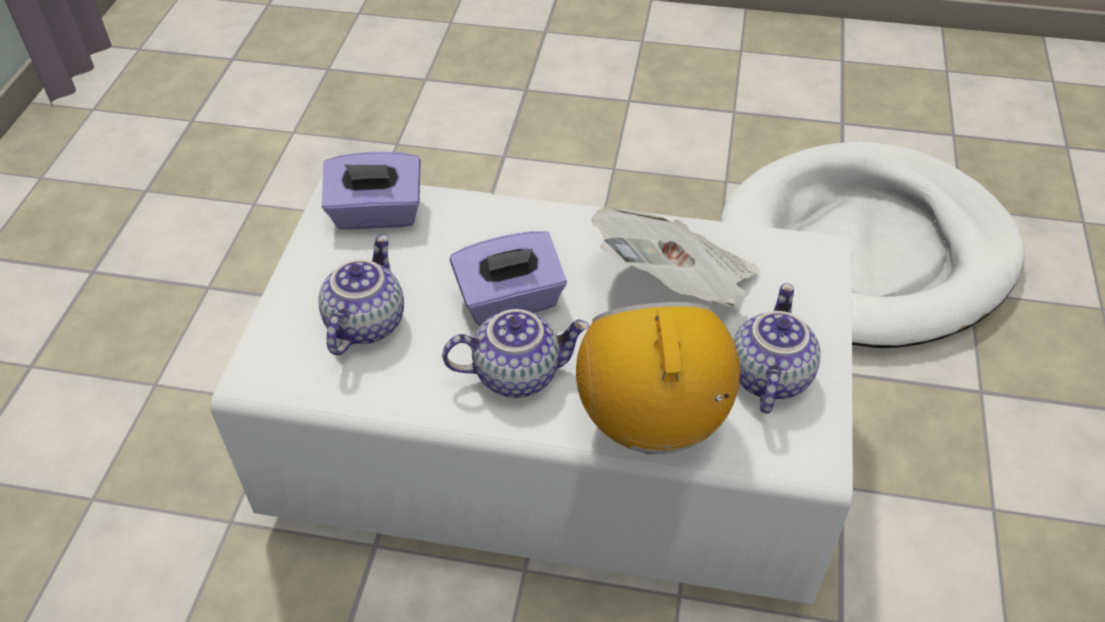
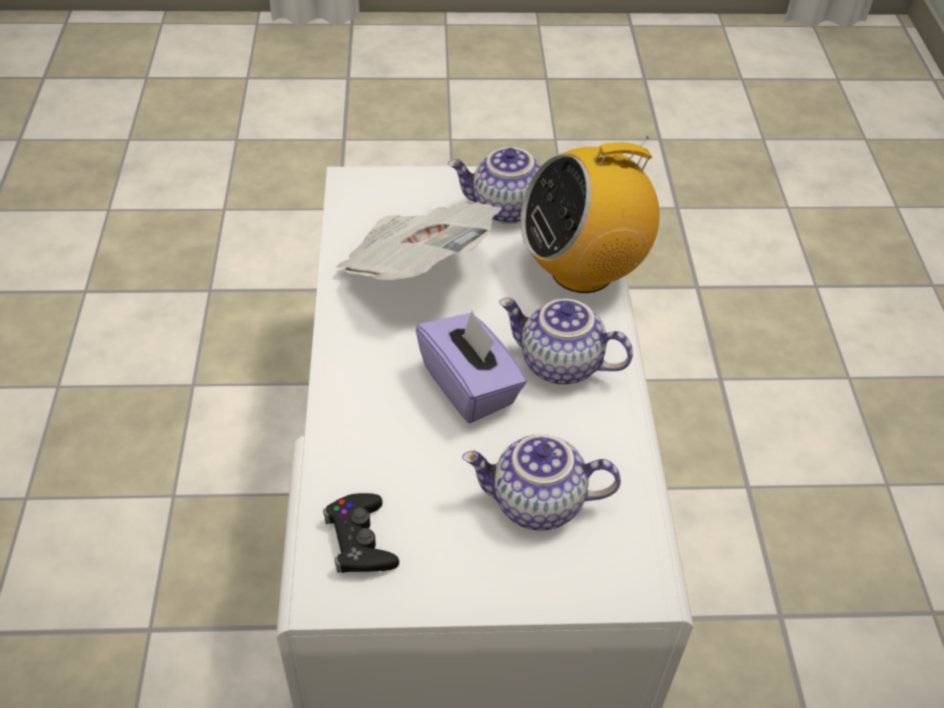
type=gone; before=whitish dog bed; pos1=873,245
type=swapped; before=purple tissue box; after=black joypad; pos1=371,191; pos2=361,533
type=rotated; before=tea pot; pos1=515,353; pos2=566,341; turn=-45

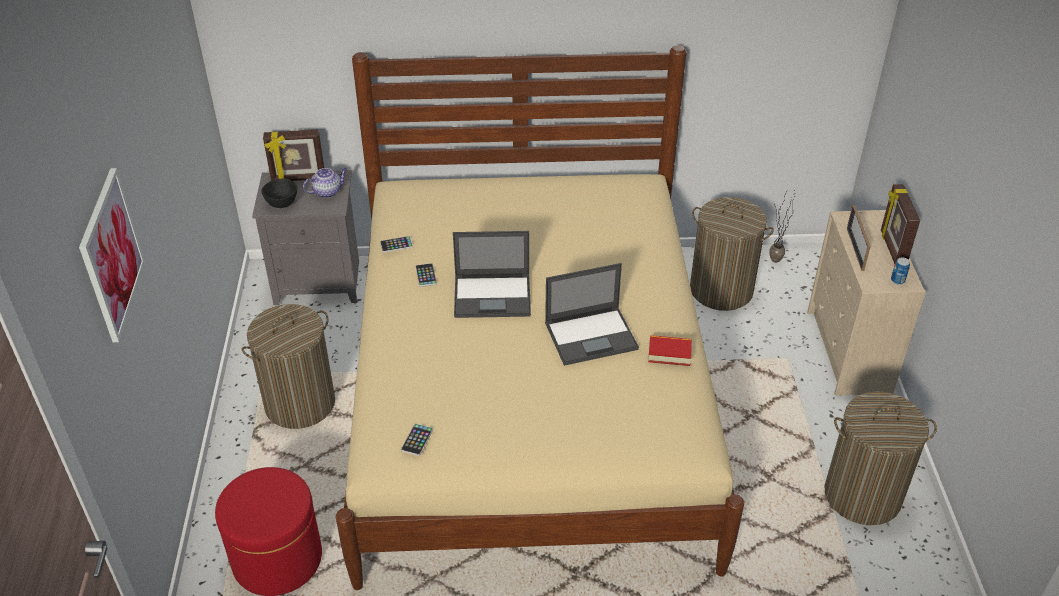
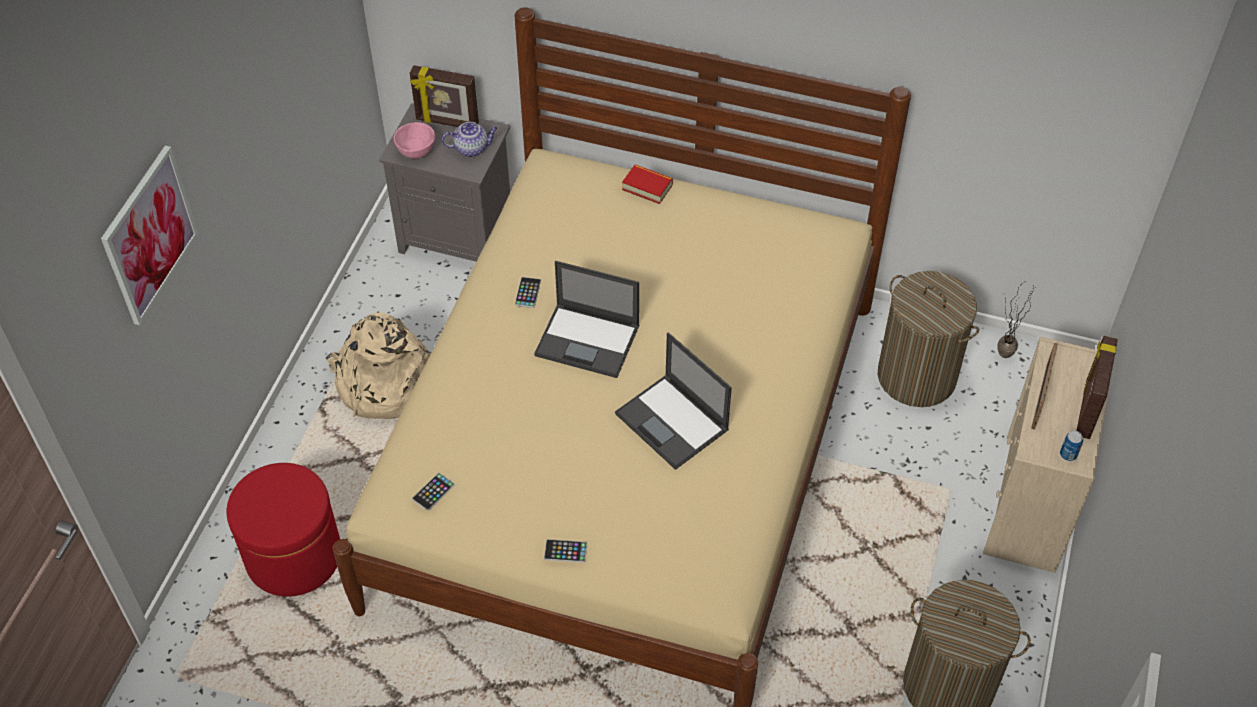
type=repainted; before=black deep dish; after=pinkish deep dish; pos1=279,193; pos2=414,140
type=shifted; before=handset; pos1=396,244; pos2=565,551
type=rotated; before=laptop; pos1=592,314; pos2=673,401; turn=45
type=swapped; before=laundry basket; after=sand-coloured rucksack; pos1=288,366; pos2=378,366
type=shifted; before=volume; pos1=670,350; pos2=647,184

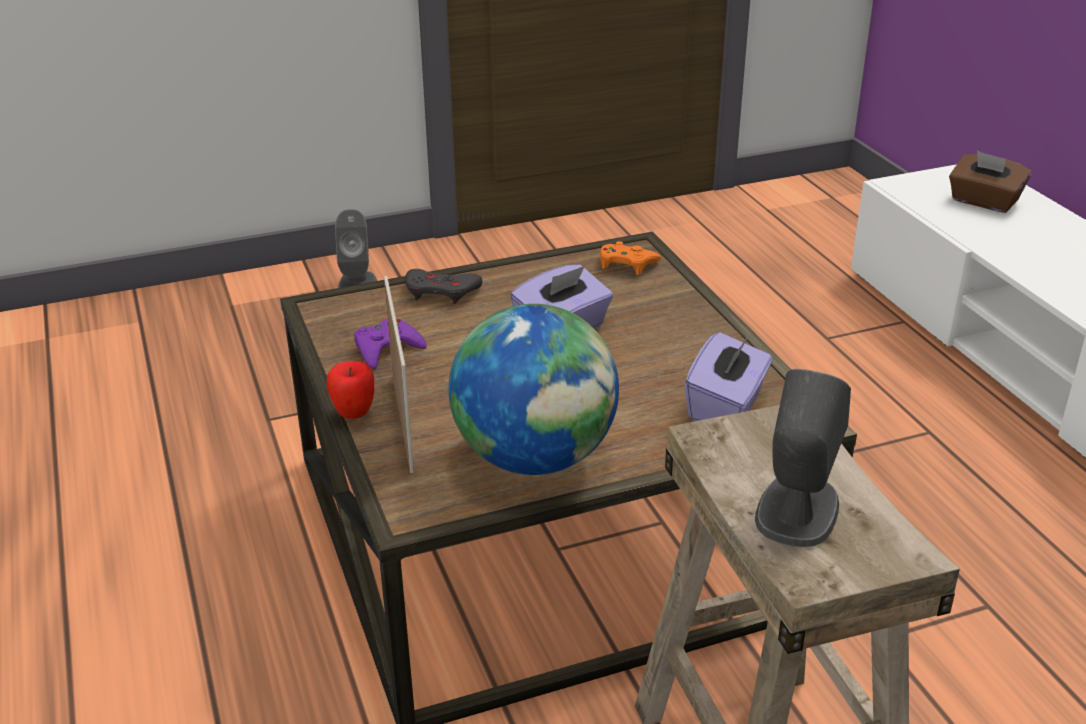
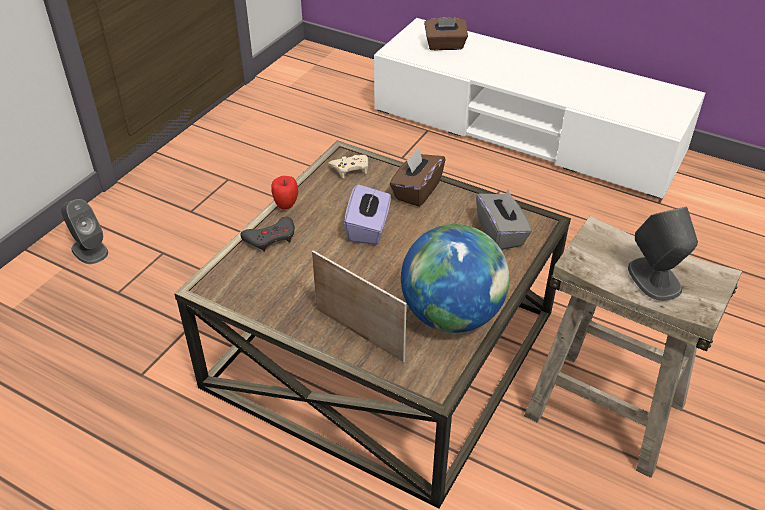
type=repainted; before=orange-coloured joypad; after=sand-coloured joypad; pos1=630,258; pos2=348,166
type=gone; before=purple joypad; pos1=390,343
type=repainted; before=purple tissue box; after=greyish tissue box; pos1=728,376; pos2=504,219
type=shifted; before=apple fruit; pos1=350,390; pos2=284,193
type=new; after=brownish tissue box; pos2=418,177

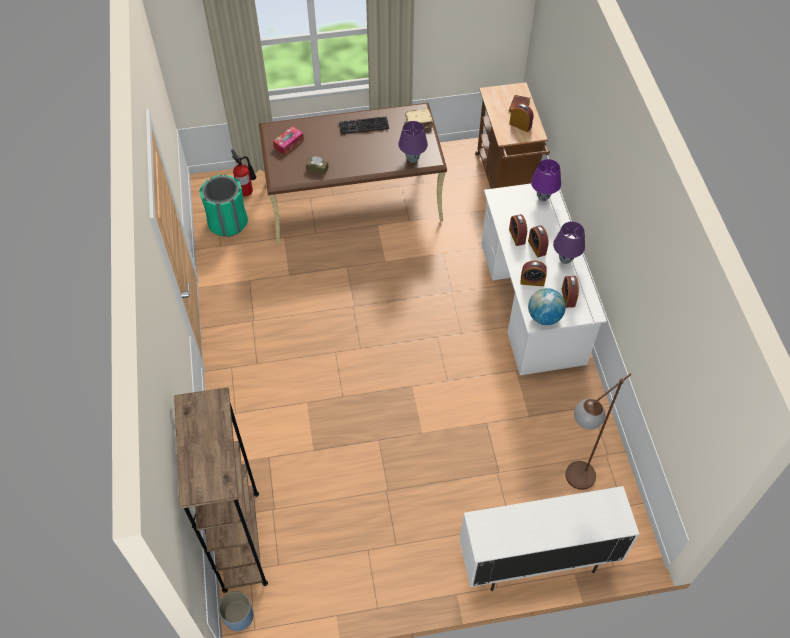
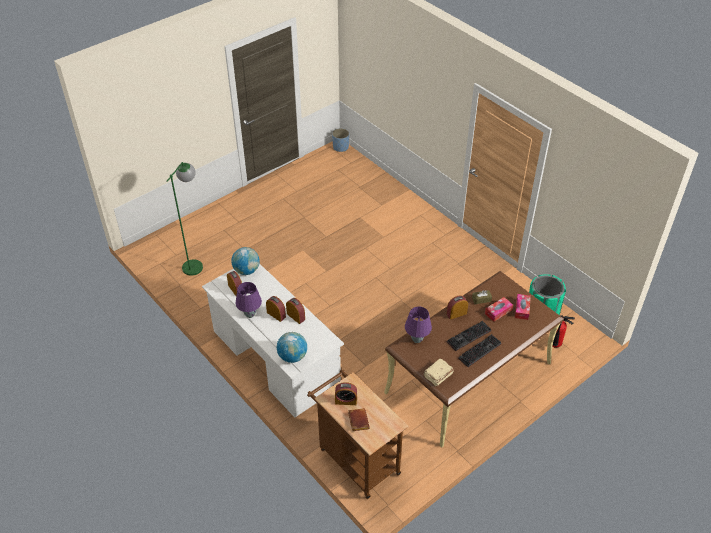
type=swapped; before=purple tabletop lamp; after=globe; pos1=546,180; pos2=292,347
type=shifted; before=table clock; pos1=534,273; pos2=457,307
type=repainted; before=brownish standard lamp; after=green standard lamp; pos1=598,432; pos2=184,219
type=gone; before=brownish bookshelf; pos1=221,490
type=gone; before=whitish cabinet; pos1=549,538
type=new; after=tissue box; pos2=499,309
type=new; after=PC keyboard; pos2=469,336

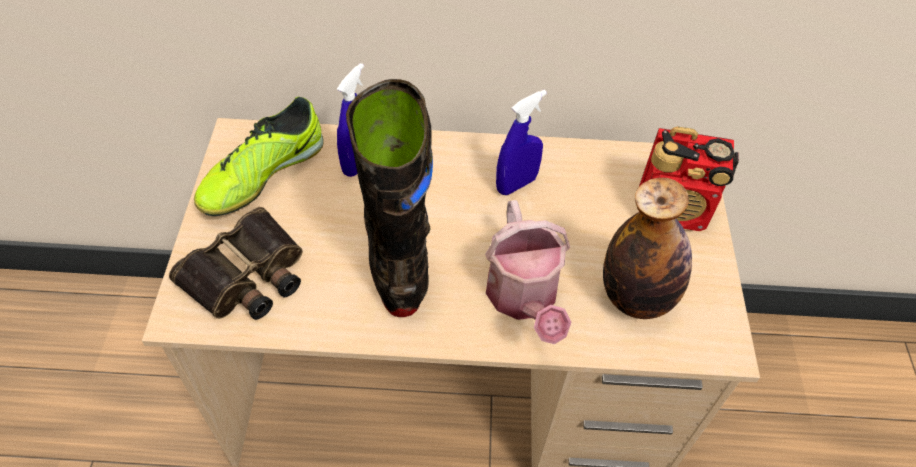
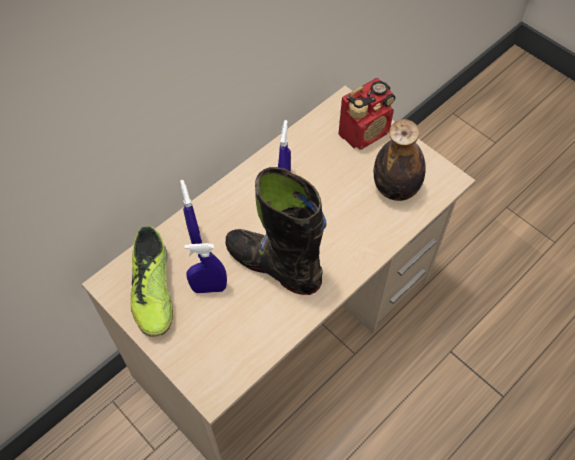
type=gone; before=watering pot; pos1=528,272
type=gone; before=pair of binoculars; pos1=236,263
type=new; after=blue spray bottle; pos2=206,268

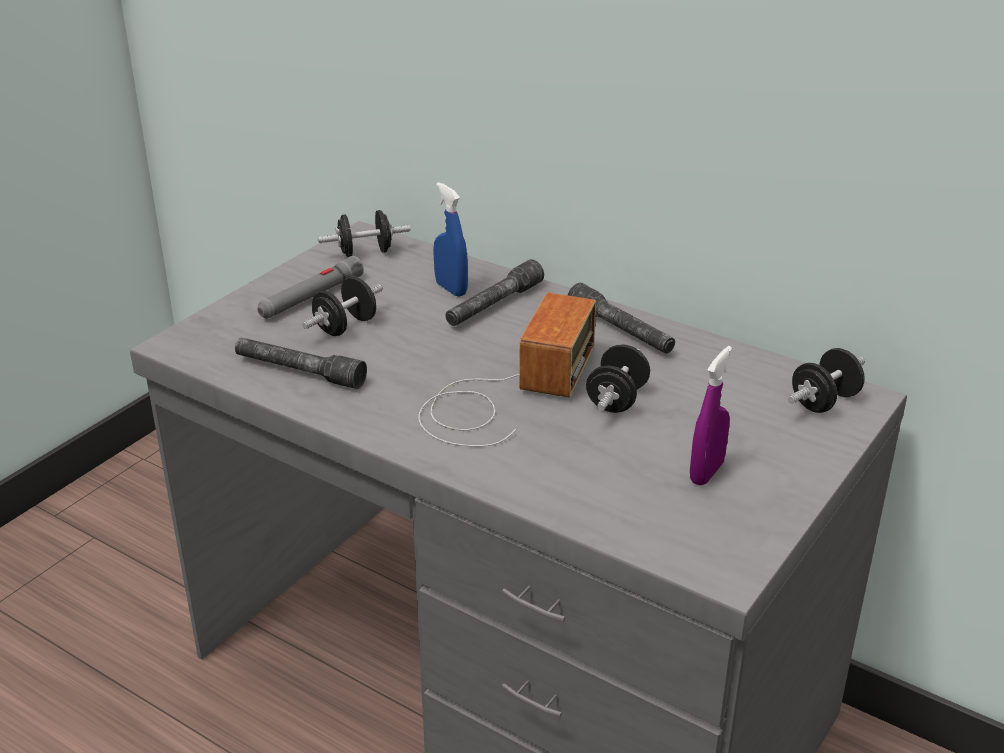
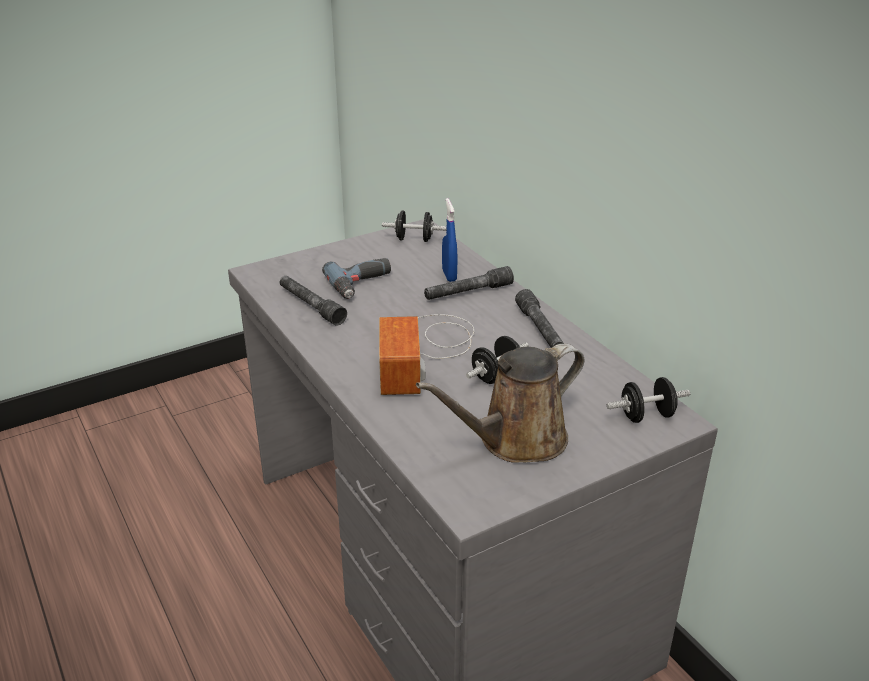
type=gone; before=greyish torch; pos1=310,287
type=swapped; before=black dumbbell; after=electric drill; pos1=342,306; pos2=356,278
type=rotated; before=radio set; pos1=507,370; pos2=426,354; turn=135
type=swapped; before=purple spray bottle; after=brownish watering pot; pos1=711,415; pos2=500,403

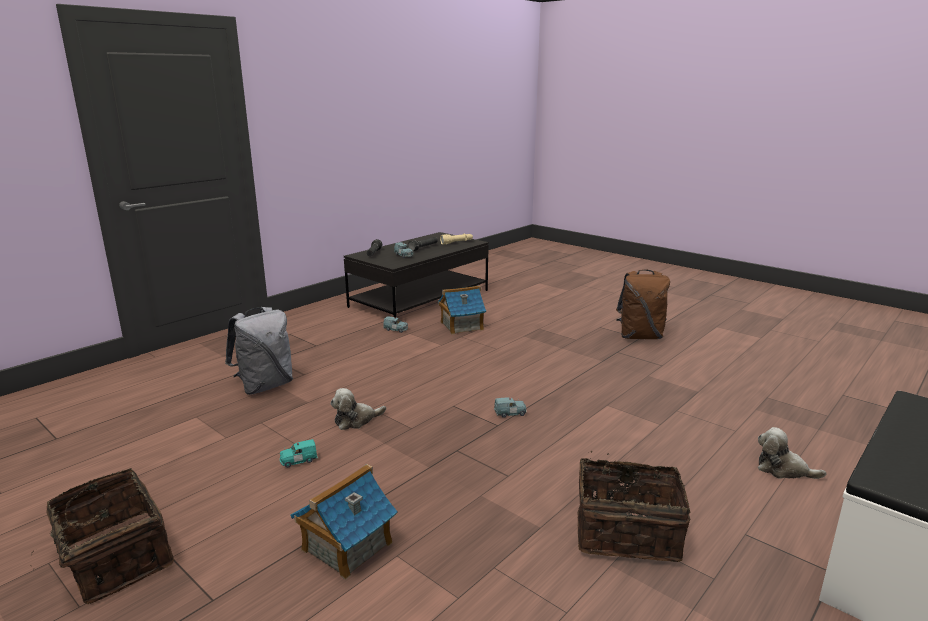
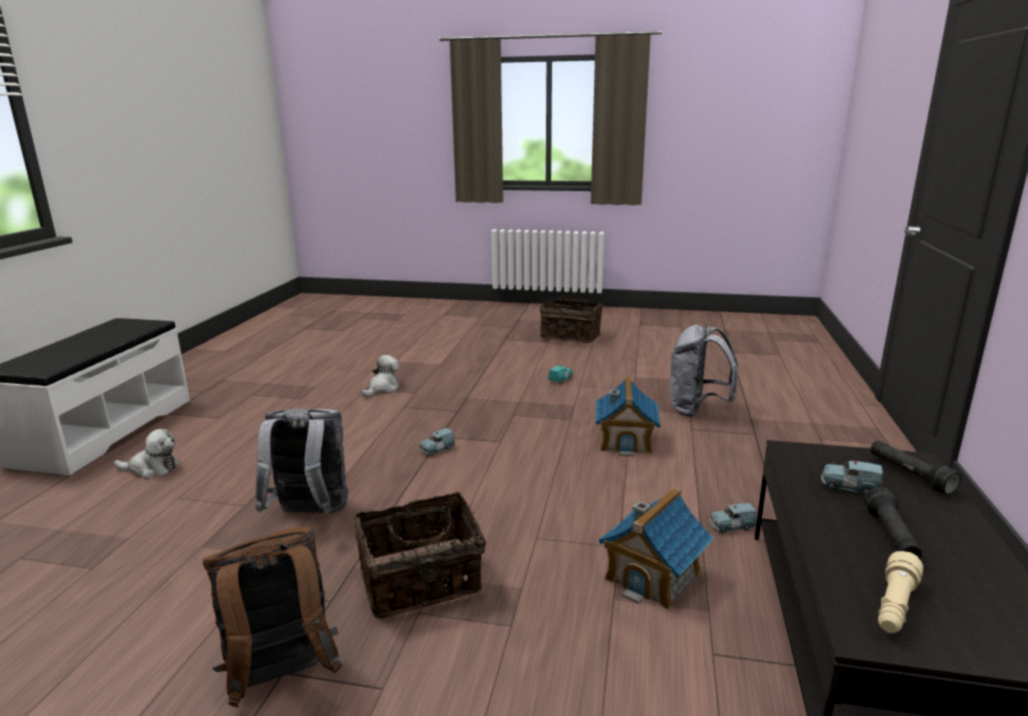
type=shifted; before=soft toy; pos1=358,409; pos2=380,376
type=shifted; before=household basket; pos1=633,506; pos2=420,555
type=shifted; before=toy house; pos1=344,522; pos2=628,416
type=new; after=greyish rucksack; pos2=301,461

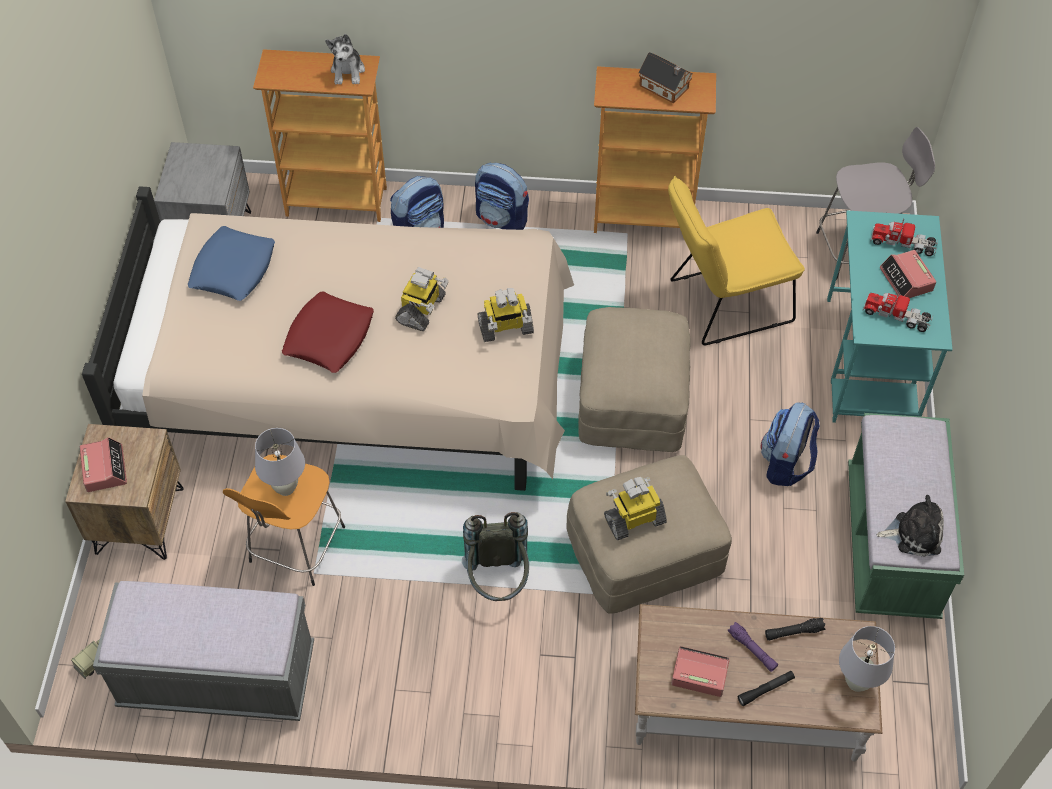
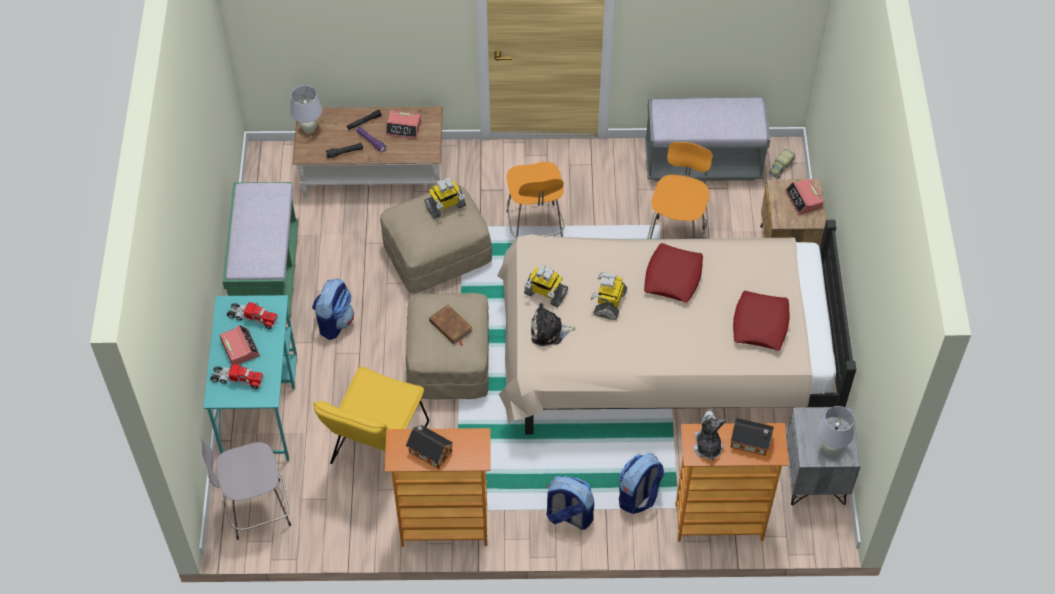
type=rotated; before=yellowish plain chair; pos1=736,260; pos2=371,415; turn=135
type=repainted; before=blue cushion; after=reddish cushion; pos1=231,263; pos2=761,321
type=rotated; before=model robot; pos1=505,315; pos2=546,286; turn=-135
type=shifted; before=whitish tabletop lamp; pos1=280,462; pos2=835,430
type=shifted; before=soft toy; pos1=910,526; pos2=553,324
type=swapped; before=greyish rucksack; after=orange-coloured sitting stool; pos1=495,556; pos2=535,200
type=new; after=brownish volume; pos2=450,325
type=new; after=toy house; pos2=752,437

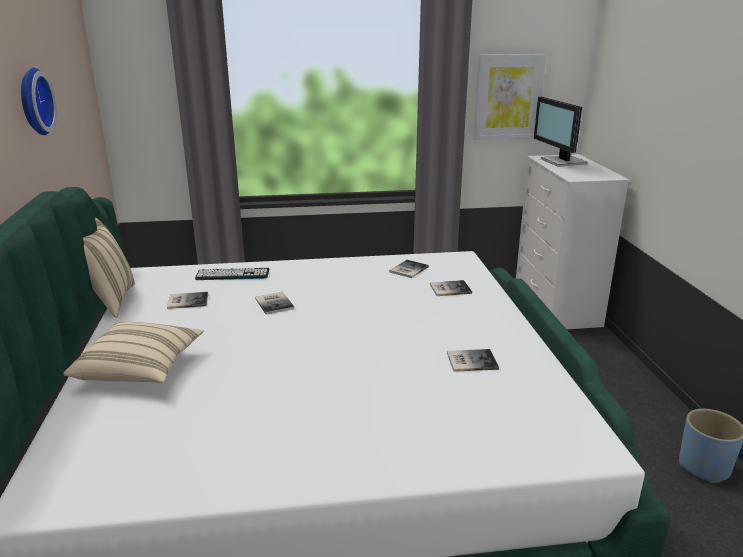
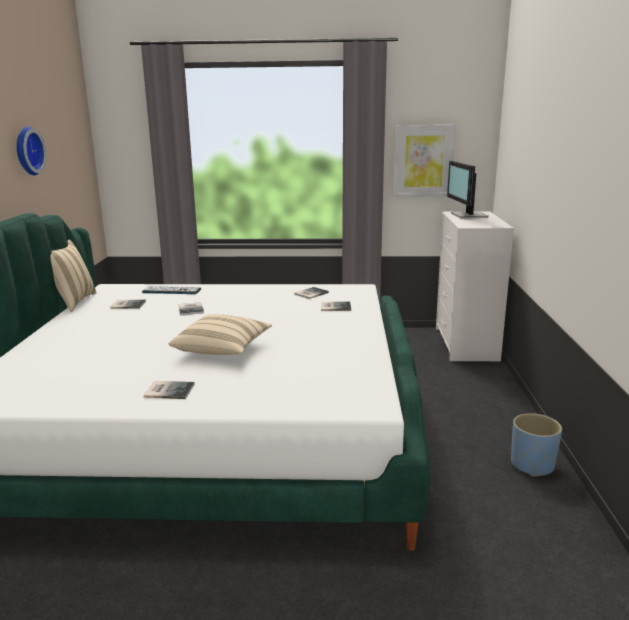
type=shifted; before=sand-coloured cushion; pos1=133,352; pos2=220,334
type=shifted; before=volume; pos1=473,360; pos2=169,390

